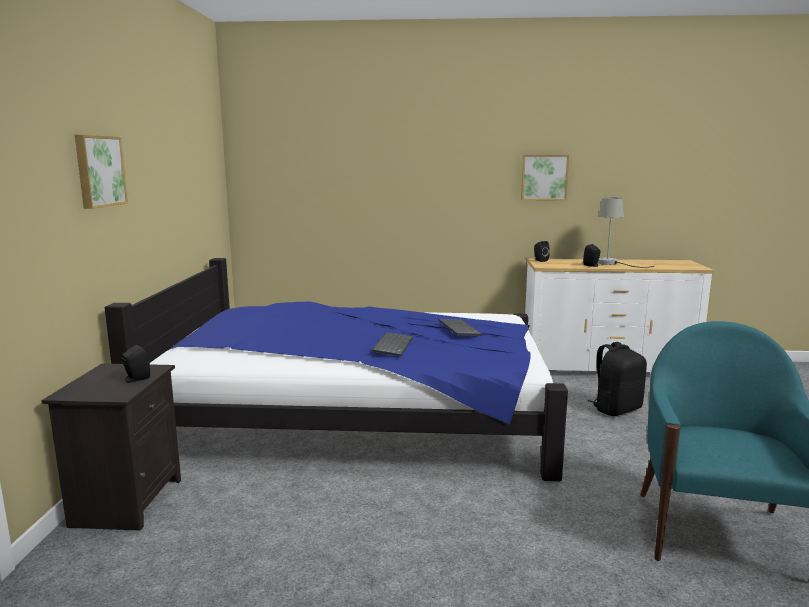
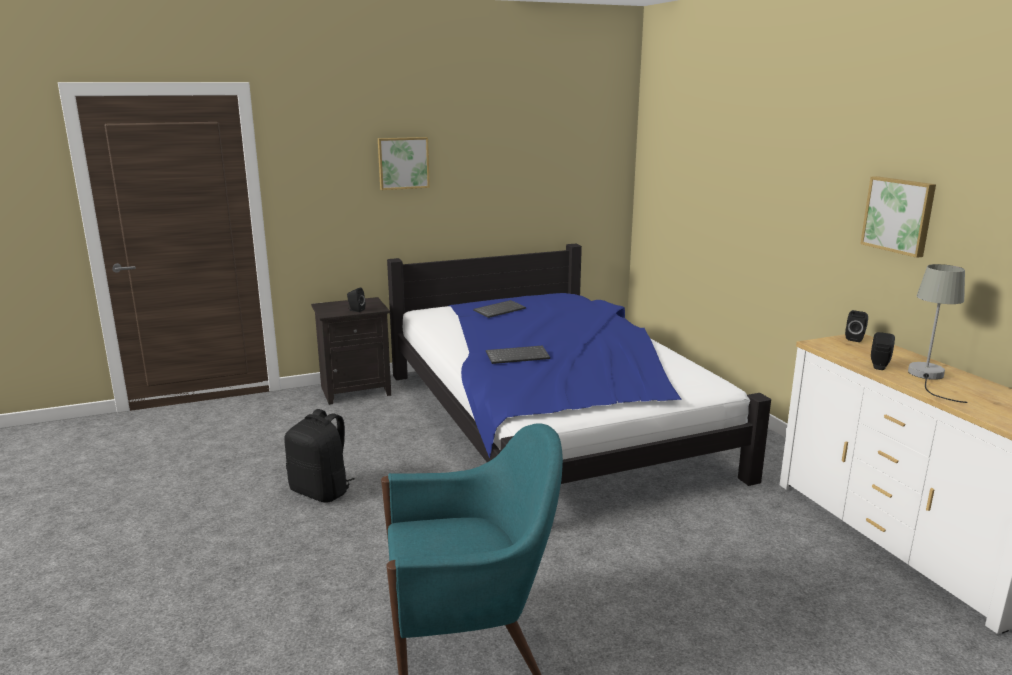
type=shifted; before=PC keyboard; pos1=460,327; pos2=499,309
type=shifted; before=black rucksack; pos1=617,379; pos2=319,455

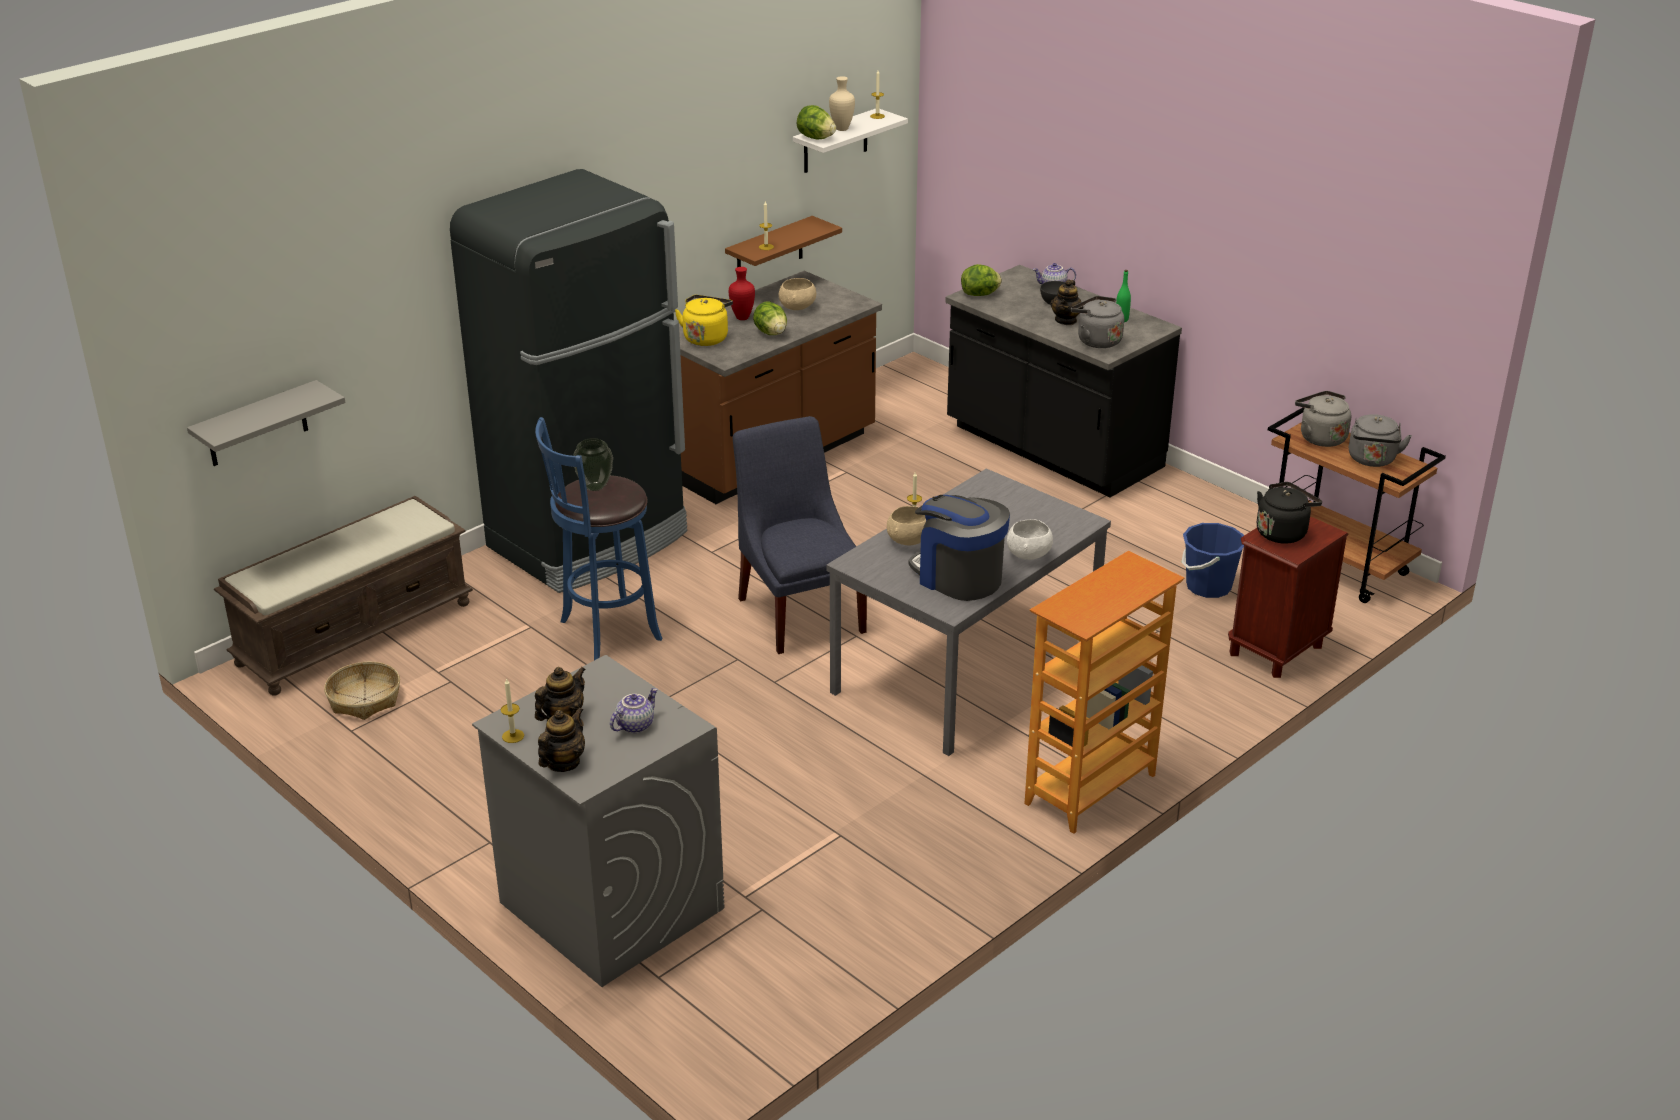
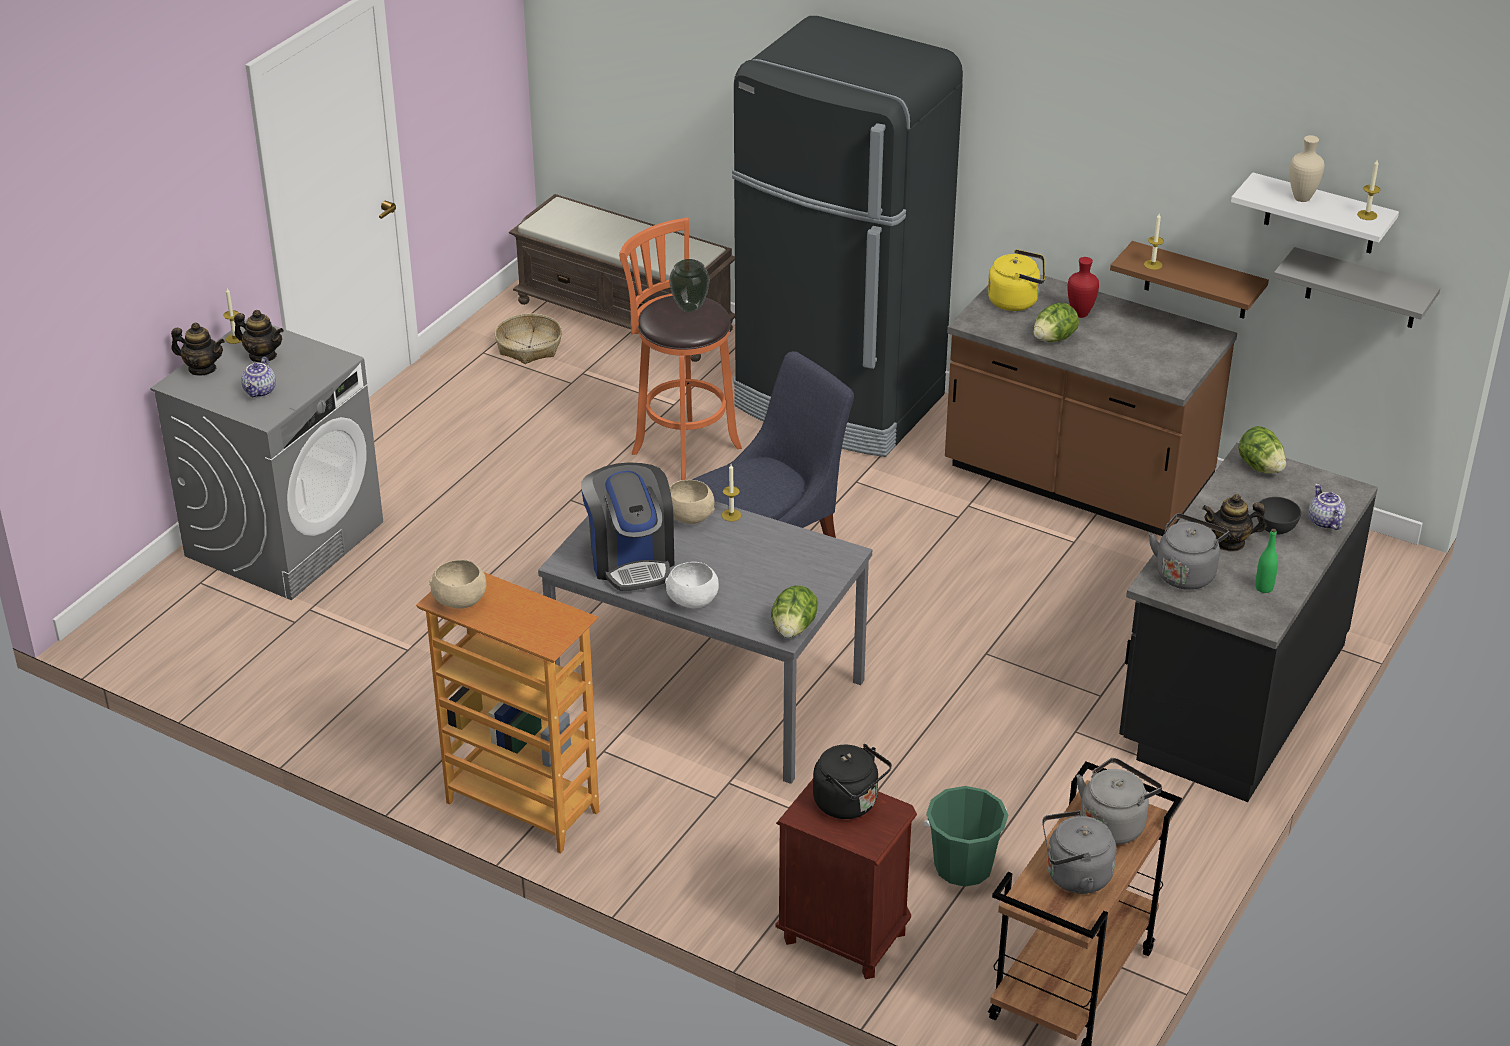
type=shifted; before=lettuce; pos1=816,122; pos2=794,612
type=shifted; before=sand-coloured deep dish; pos1=797,294; pos2=458,584
type=shifted; before=greyish wall shelf; pos1=266,423; pos2=1357,287
type=repainted; before=blue sitting stool; after=orange-coloured sitting stool; pos1=599,538; pos2=680,349
type=rotated; before=coffee brewer; pos1=959,548; pos2=627,526; turn=135
type=repainted; before=blue bucket; after=green bucket; pos1=1212,560; pos2=966,836
type=rotated; before=tea pot; pos1=634,710; pos2=258,377; turn=75

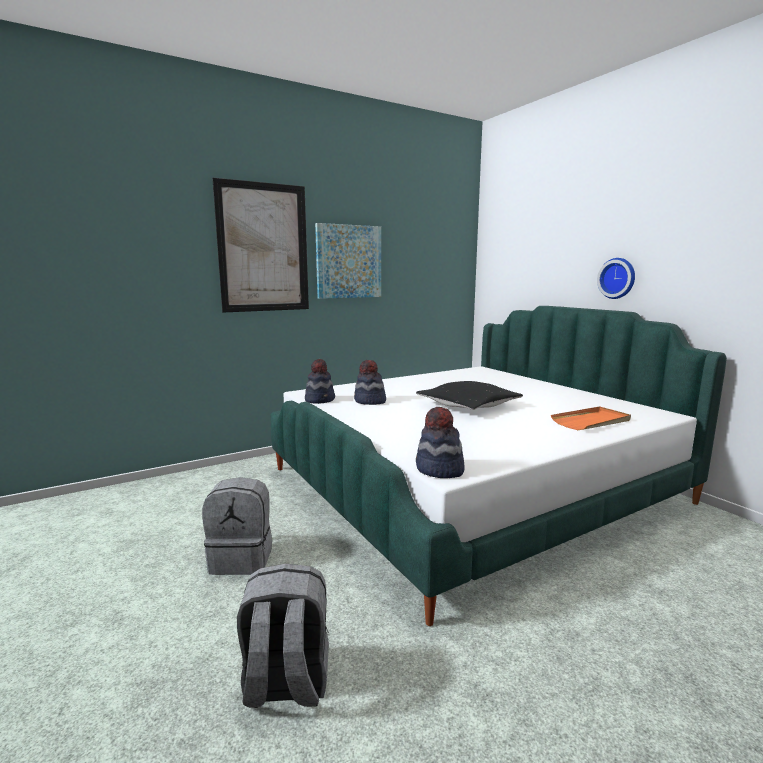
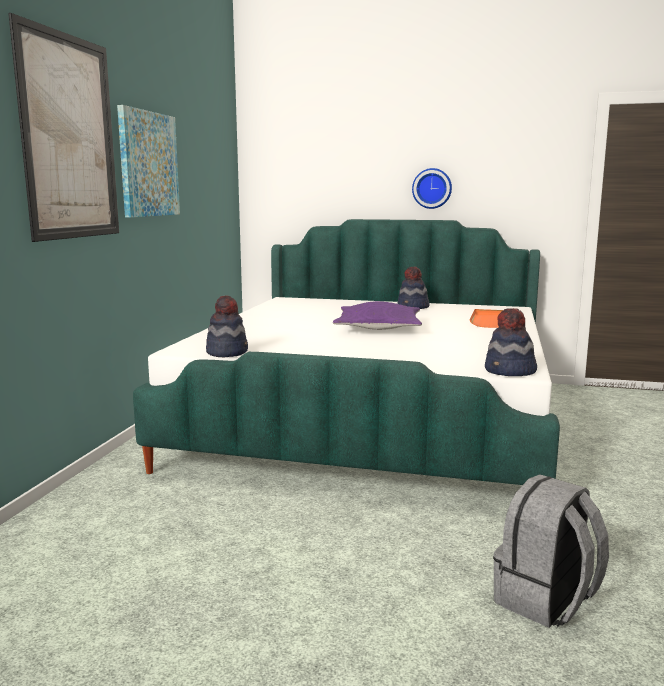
type=shifted; before=hat; pos1=370,382; pos2=413,288
type=repainted; before=black cushion; after=purple cushion; pos1=469,395; pos2=377,315
type=gone; before=greyish rucksack; pos1=237,526

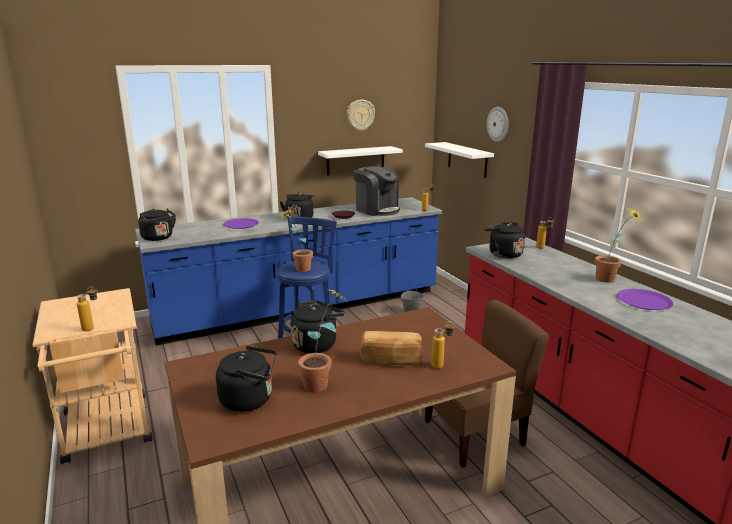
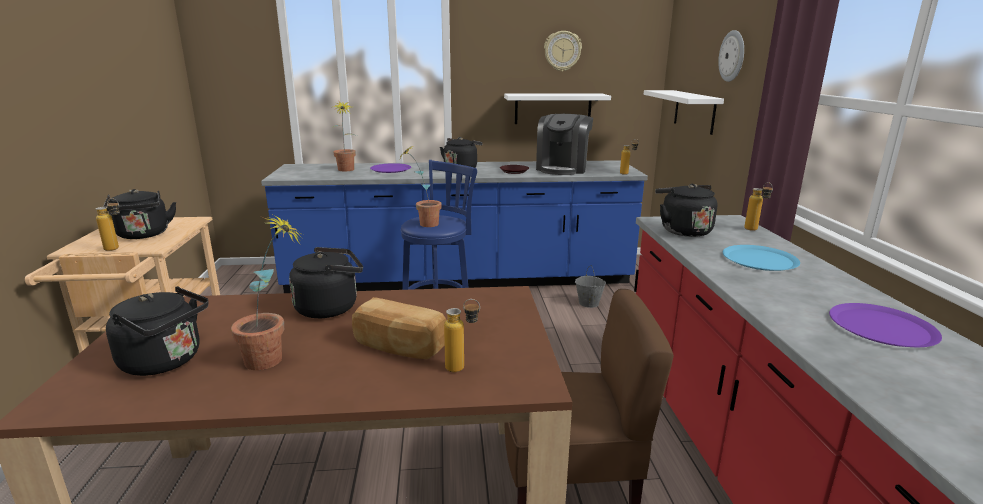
type=rotated; before=coffee brewer; pos1=376,191; pos2=564,144; turn=45
type=shifted; before=black tea kettle; pos1=157,224; pos2=139,214
type=shifted; before=houseplant; pos1=619,245; pos2=344,136
type=new; after=blue dinner plate; pos2=761,258

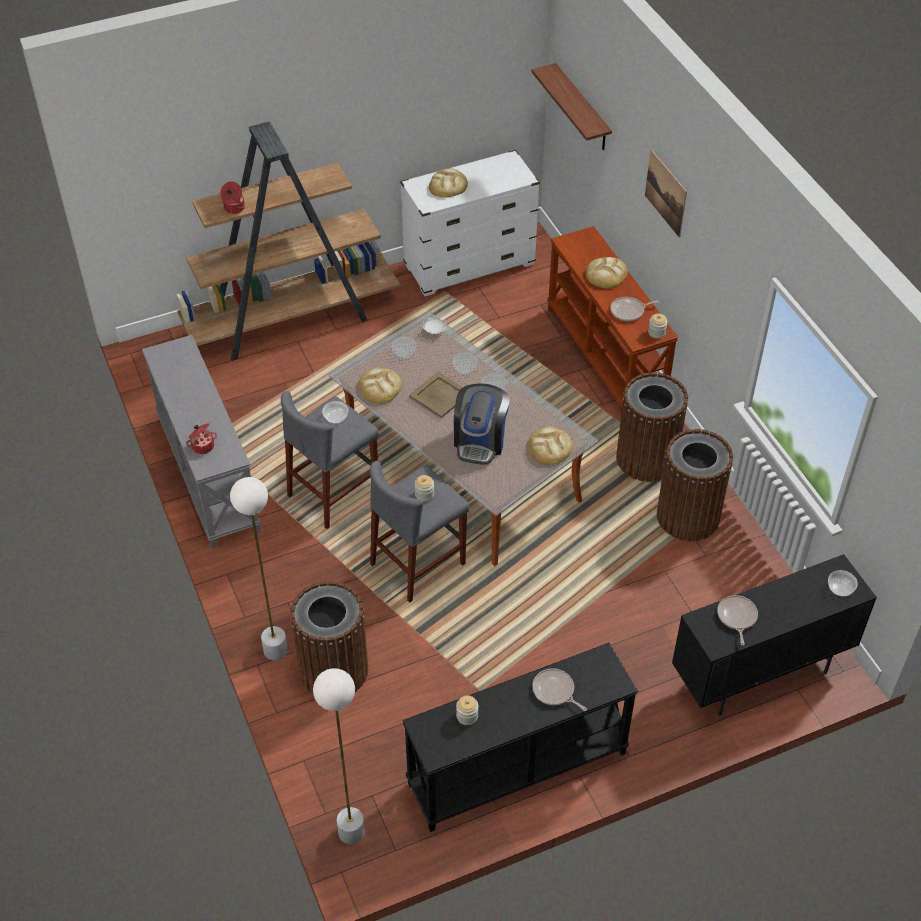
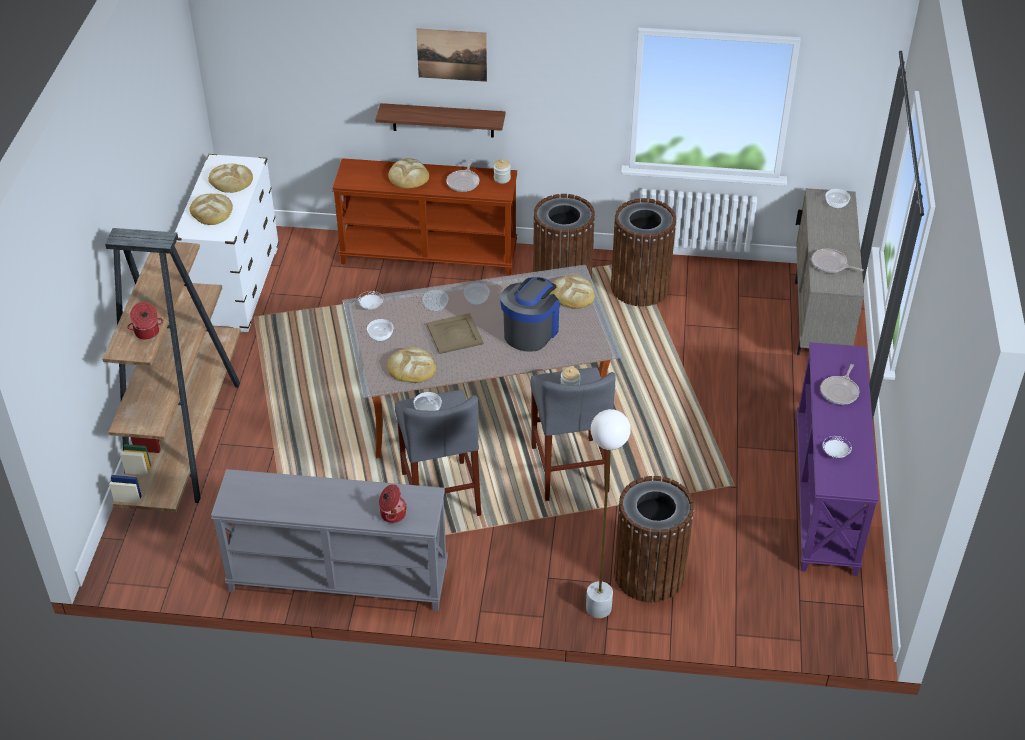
type=shifted; before=wall shelf; pos1=571,106; pos2=440,120
type=rotated; before=coffee brewer; pos1=482,424; pos2=529,314; turn=-105
type=repainted; before=black cabinet; after=sand-coloured cabinet; pos1=774,635; pos2=829,271
type=repainted; before=black narrow table; after=purple narrow table; pos1=520,737; pos2=837,459
type=gone; before=whitish standard lamp; pos1=339,756
type=rotated; before=frying pan; pos1=559,689; pos2=840,384; turn=-45
type=swapped; before=storage jar; after=whitish dinner plate; pos1=467,710; pos2=837,447
type=new; after=bread; pos2=230,178

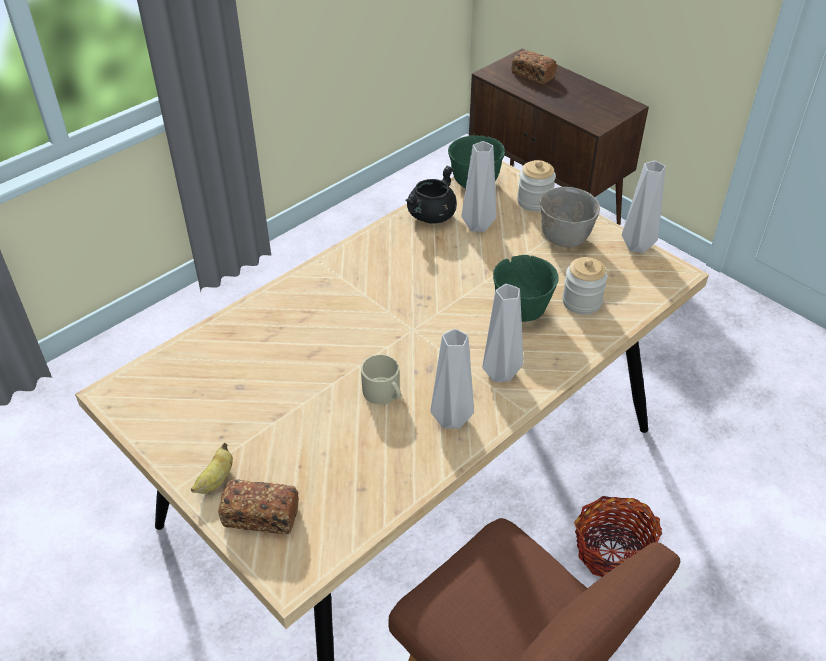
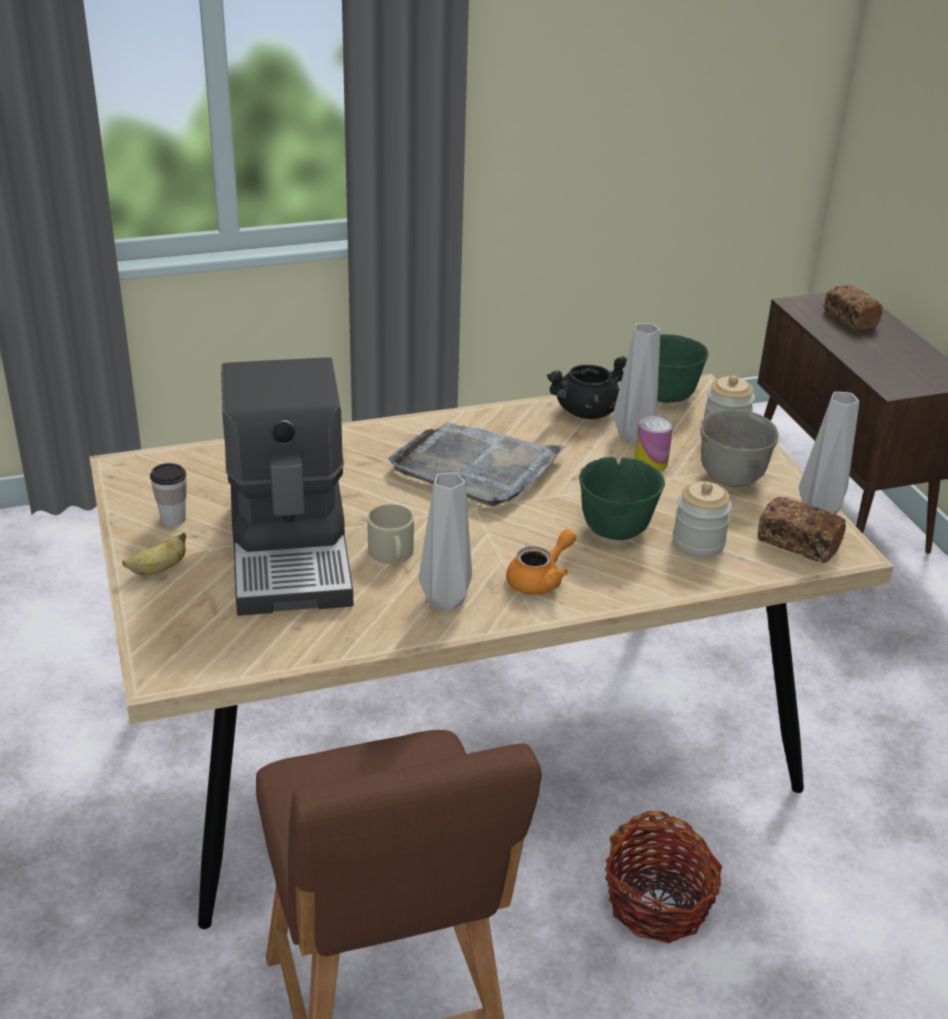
type=swapped; before=greyish decorative vase; after=orange-coloured tea pot; pos1=503,333; pos2=541,562
type=shifted; before=bread; pos1=258,506; pos2=802,530
type=new; after=coffee brewer; pos2=287,486
type=new; after=metal can; pos2=653,443
type=new; after=greyish tray; pos2=477,464
type=new; after=drinking cup; pos2=168,494

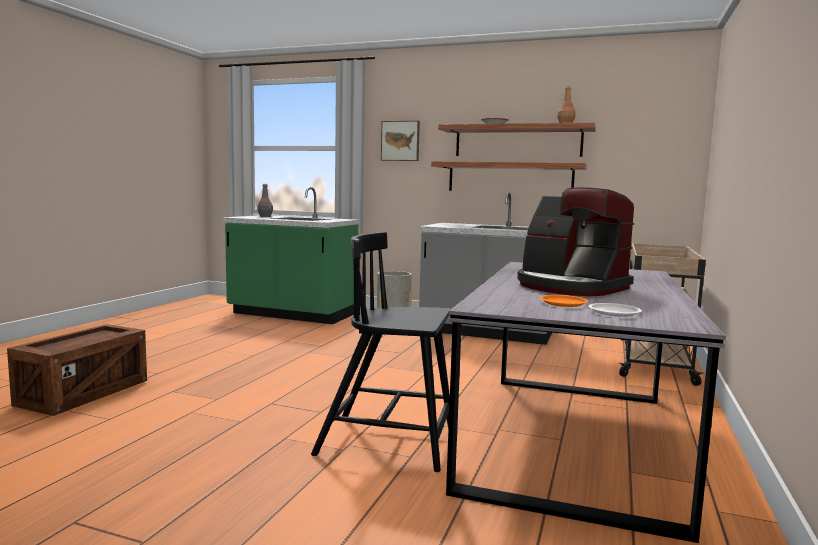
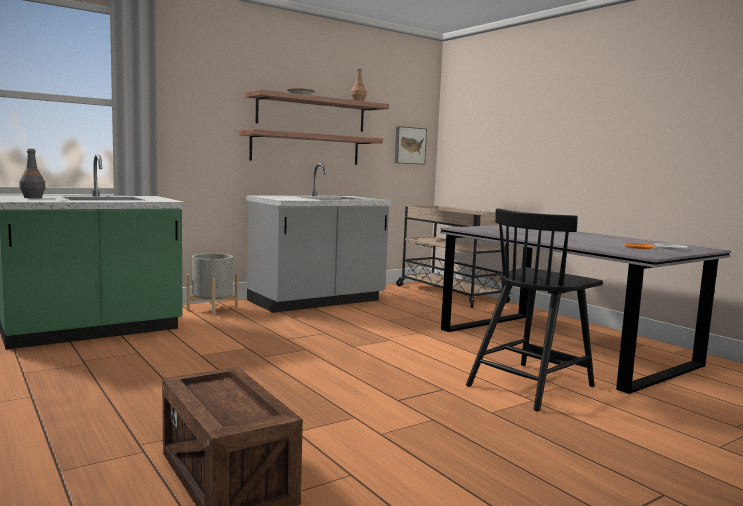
type=shifted; before=wall art; pos1=400,141; pos2=411,145
type=gone; before=coffee brewer; pos1=575,241

